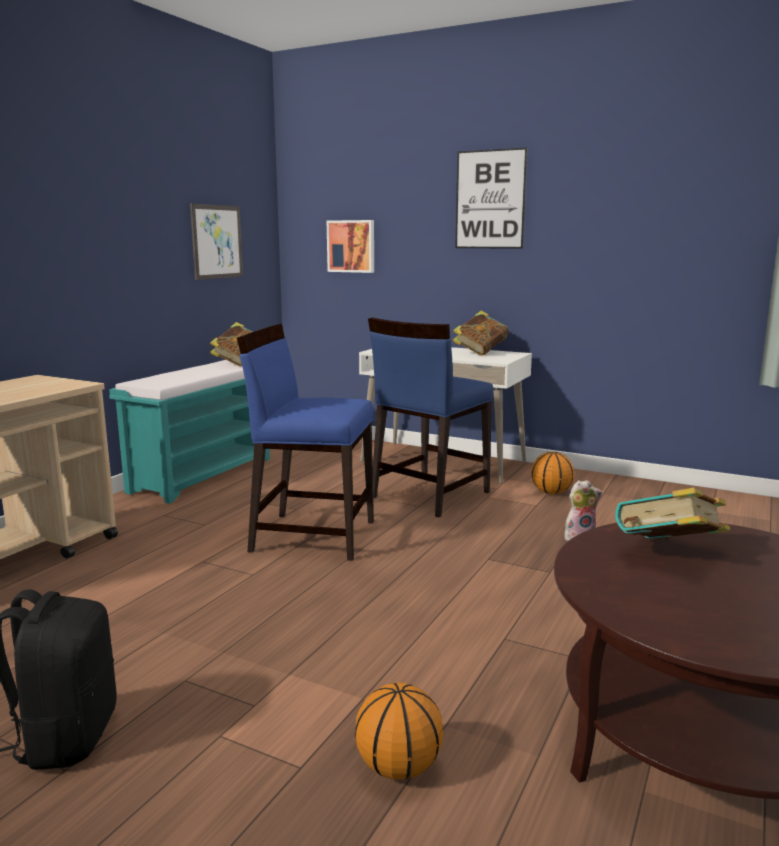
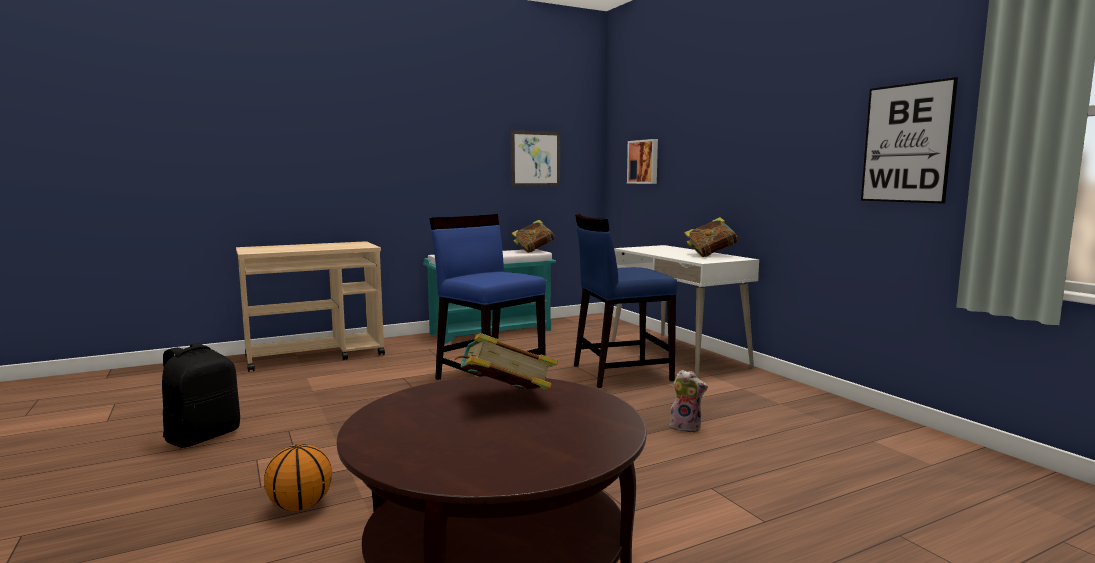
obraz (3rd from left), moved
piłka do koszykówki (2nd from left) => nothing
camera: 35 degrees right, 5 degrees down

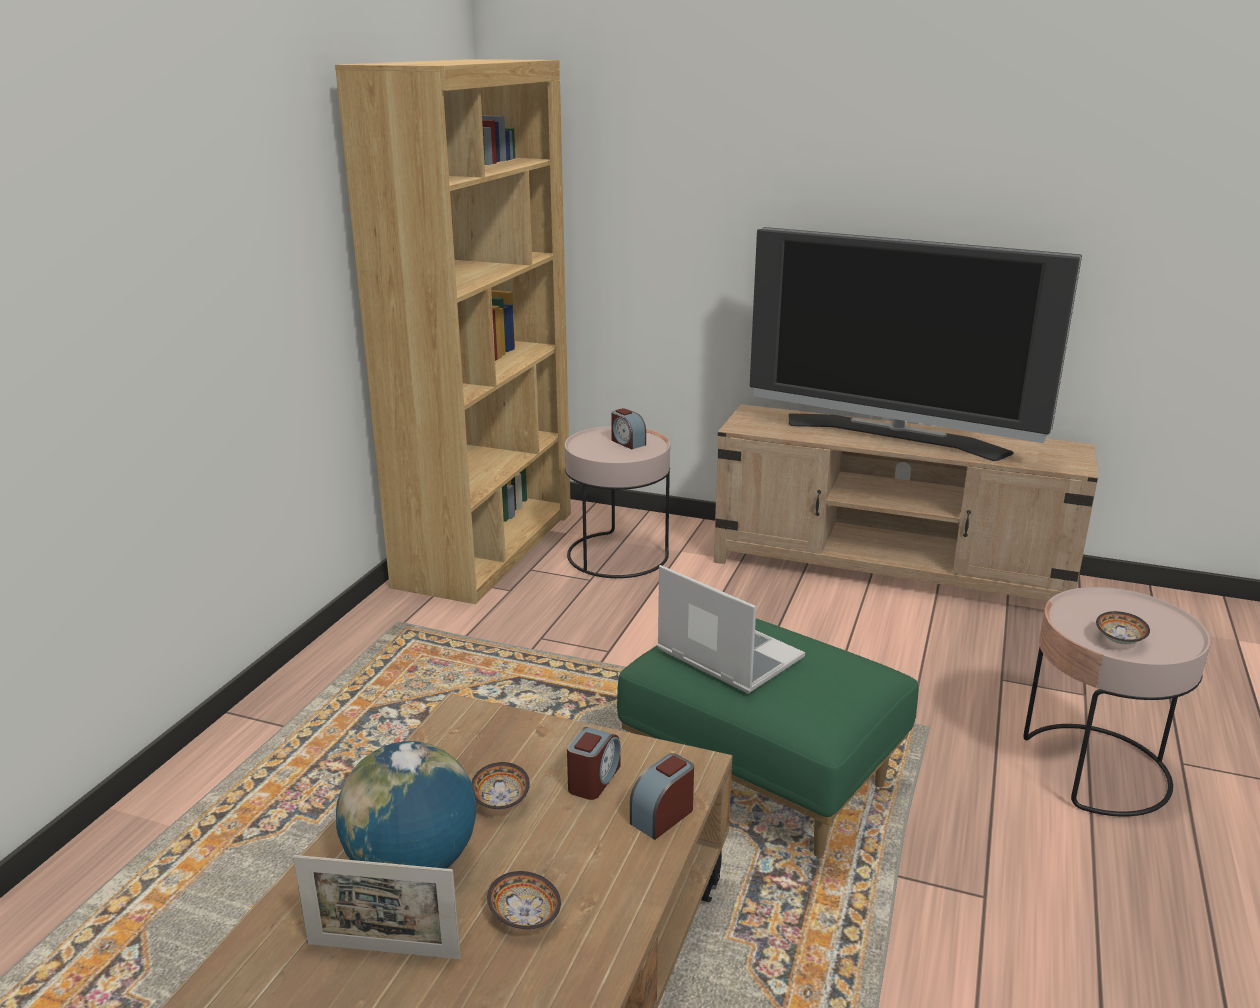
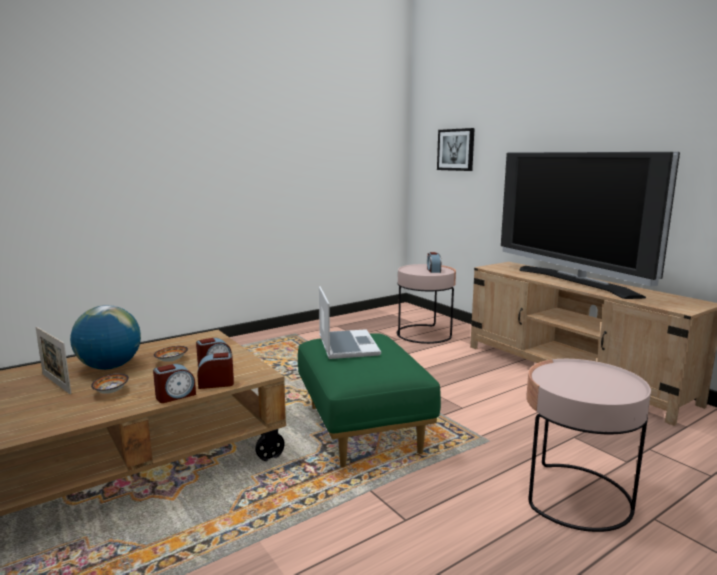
nothing => budzik (1st from left)
nothing => obraz
regał/brązowy => nothing
miska (3rd from left) => nothing
camera: 35 degrees right, 10 degrees down

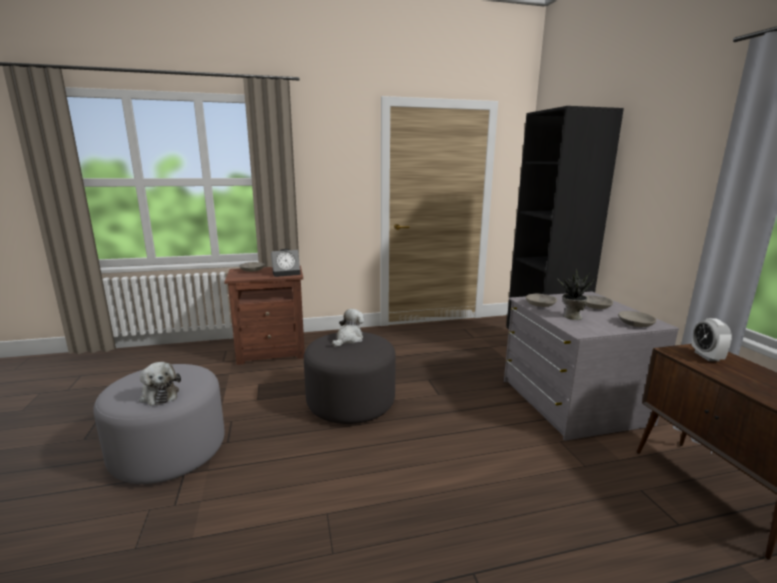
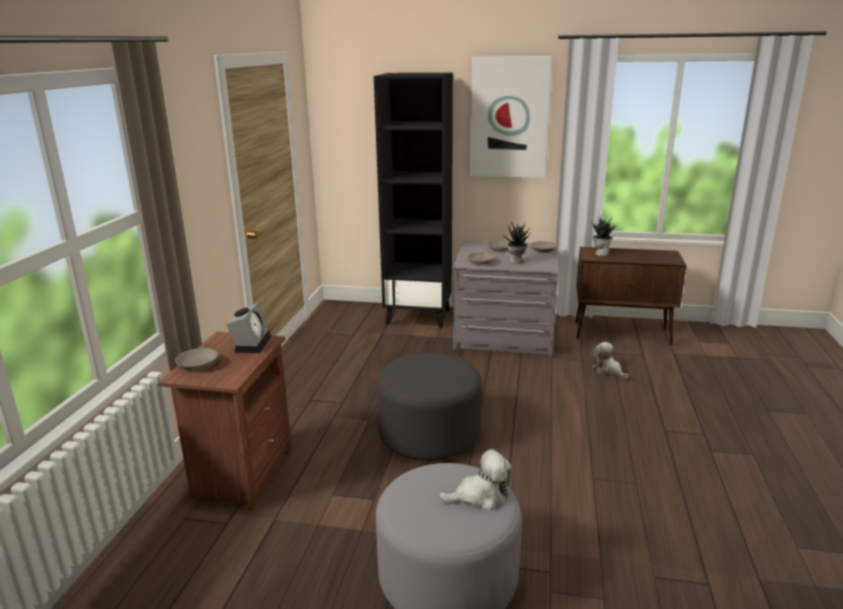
nothing => obraz
budzik (2nd from left) => roślina doniczkowa (2nd from left)
pluszak (2nd from left), moved
camera: 65 degrees left, 5 degrees up

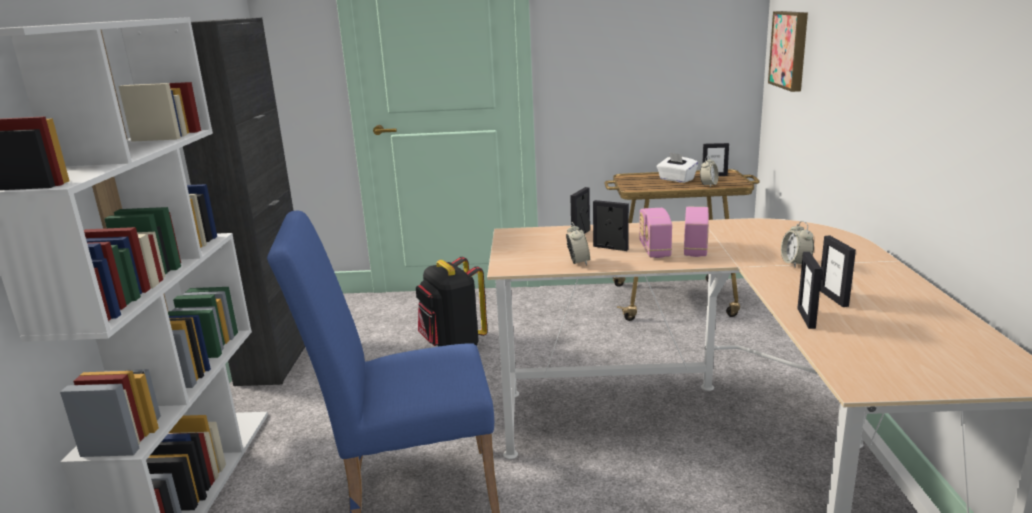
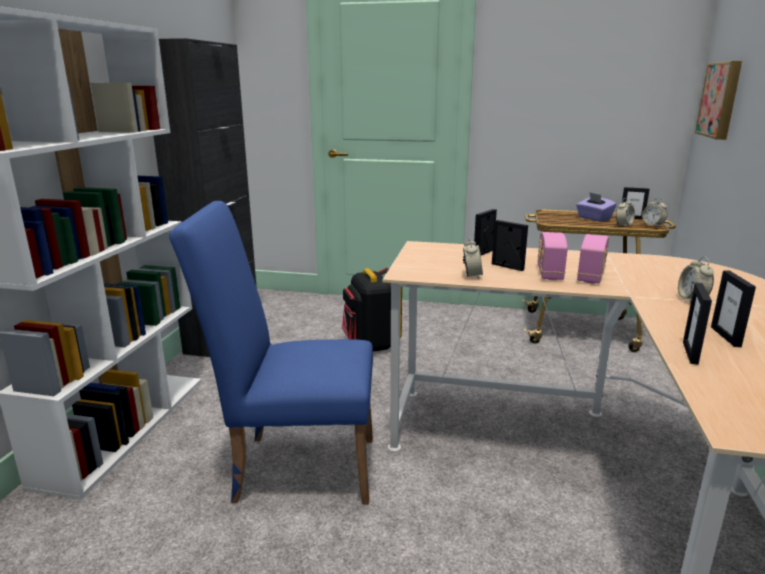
pudełko chusteczek/biały => pudełko chusteczek/fioletowy
nothing => budzik (3rd from left)
camera: 10 degrees right, 0 degrees up

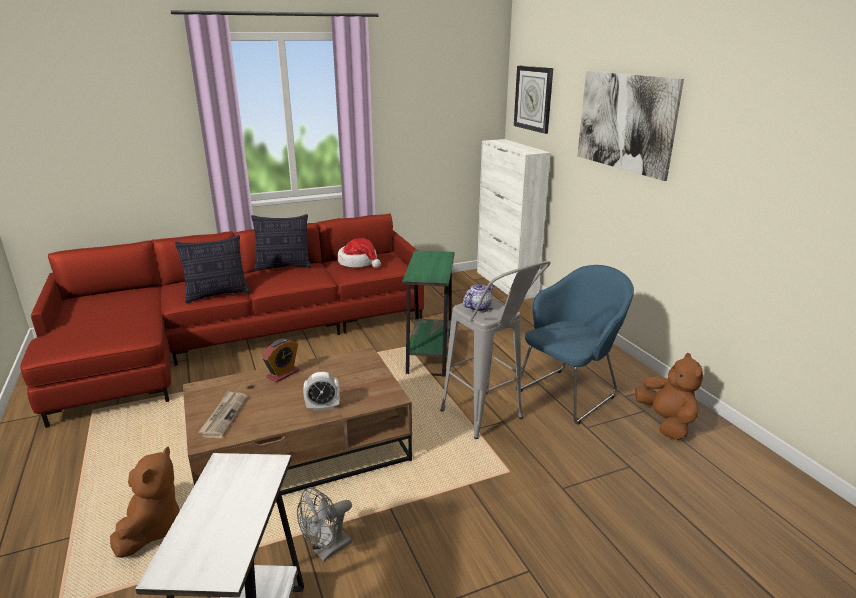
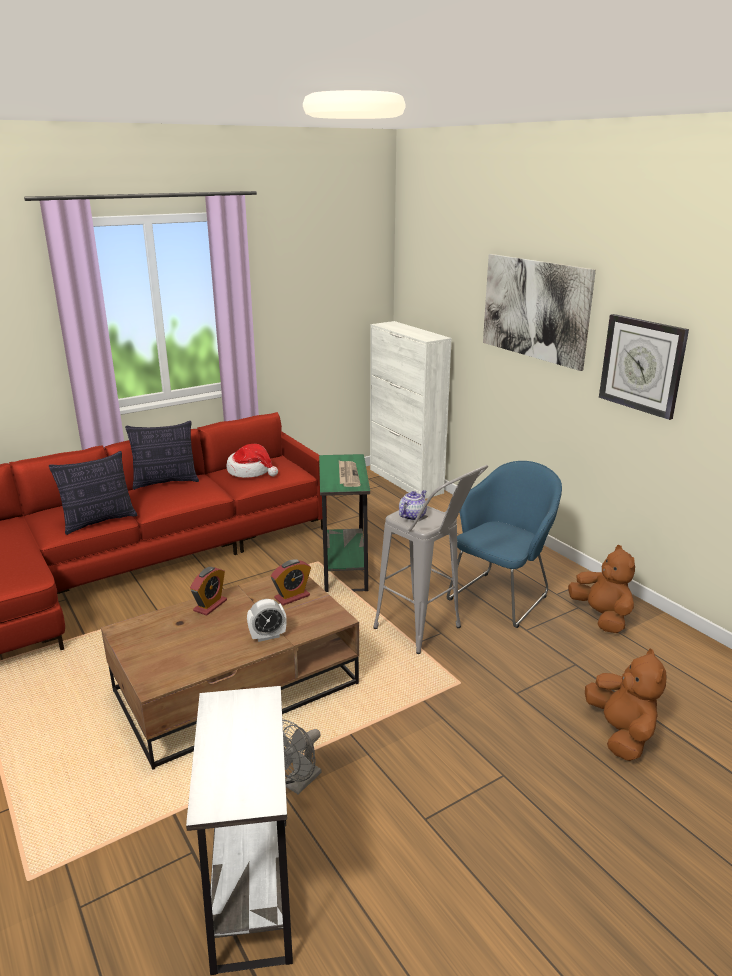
nothing => budzik (3rd from left)
gazeta, moved
pluszak/brązowy (1st from left in the first image) => pluszak/brązowy (2nd from left), moved
zegar ścienny, moved
camera: 10 degrees left, 0 degrees up

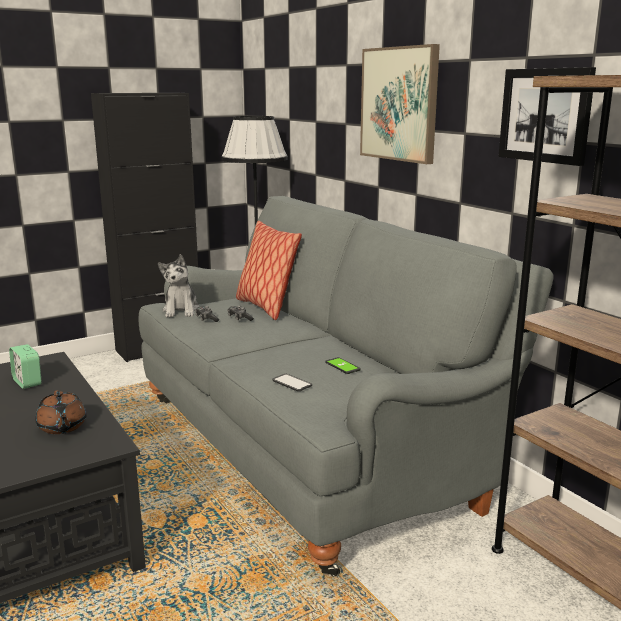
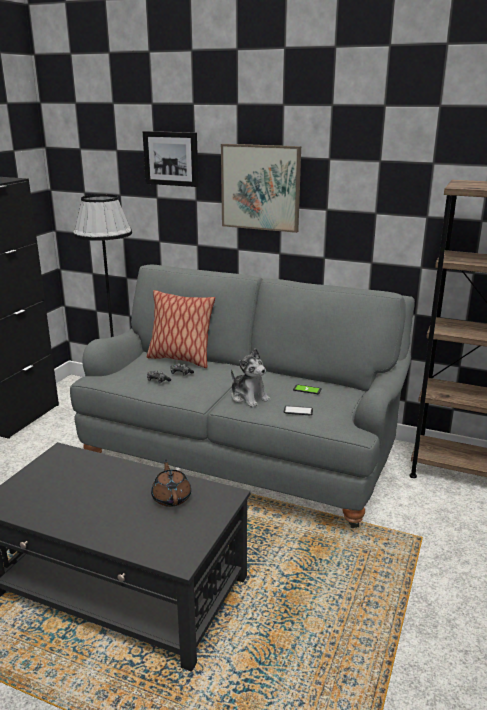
obraz (2nd from left in the first image) => obraz (1st from left), moved
imbryk/brązowy, 135 degrees counterclockwise
pluszak, moved
budzik => nothing
camera: 35 degrees left, 5 degrees up

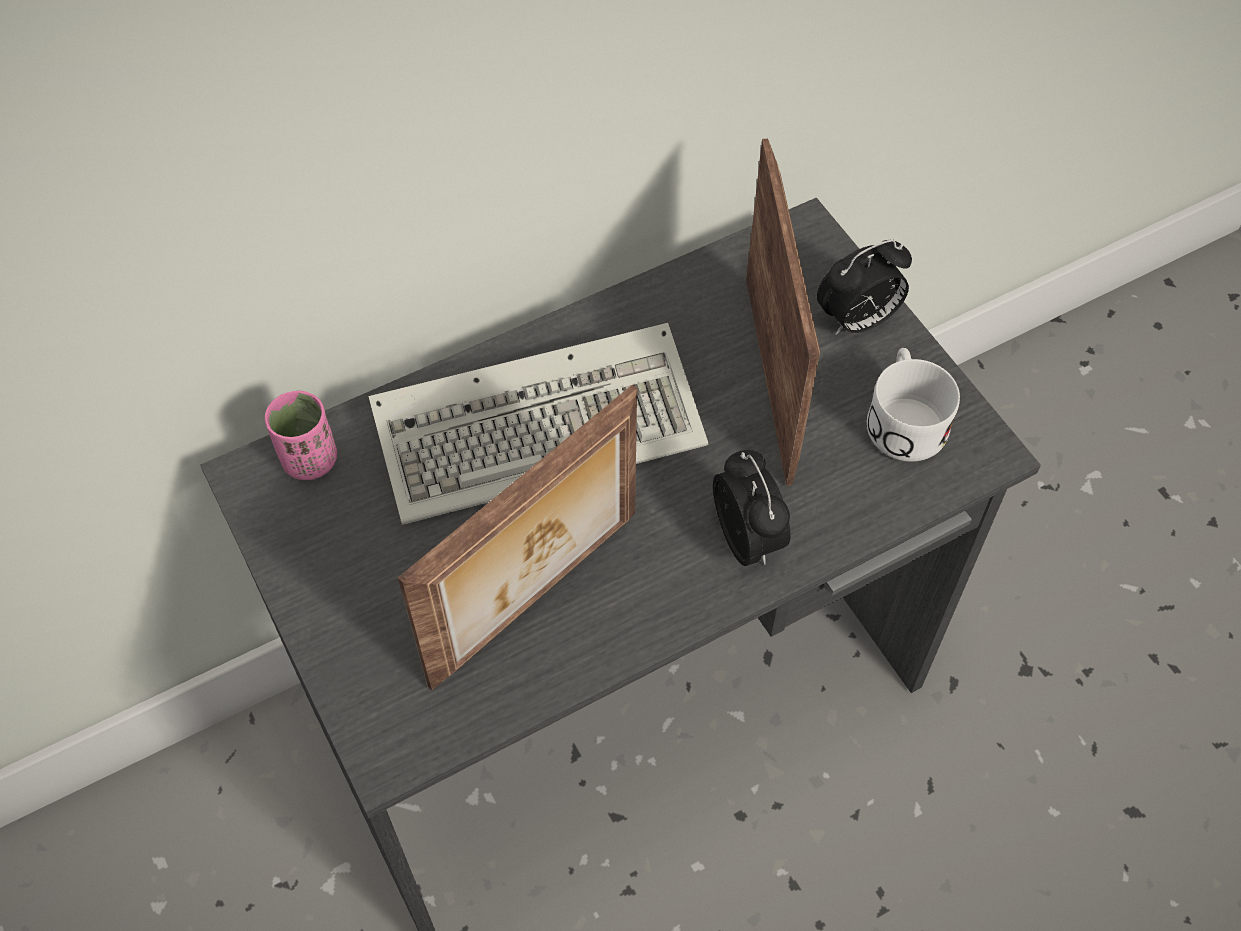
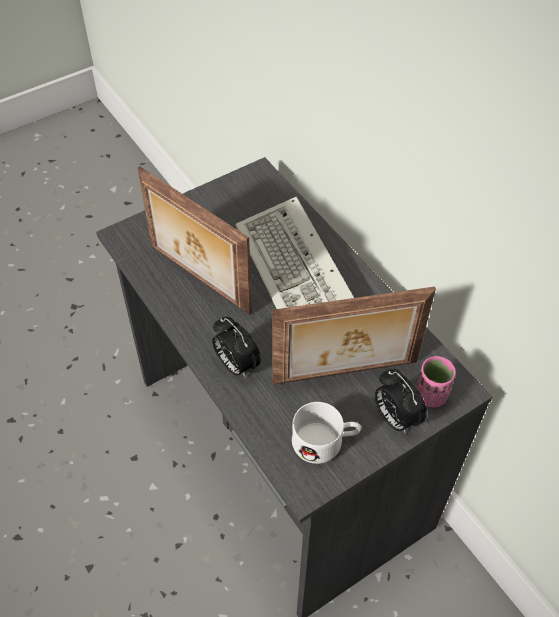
budzik (1st from left), 75 degrees clockwise
filiżanka/różowy, moved
camera: 85 degrees right, 5 degrees down

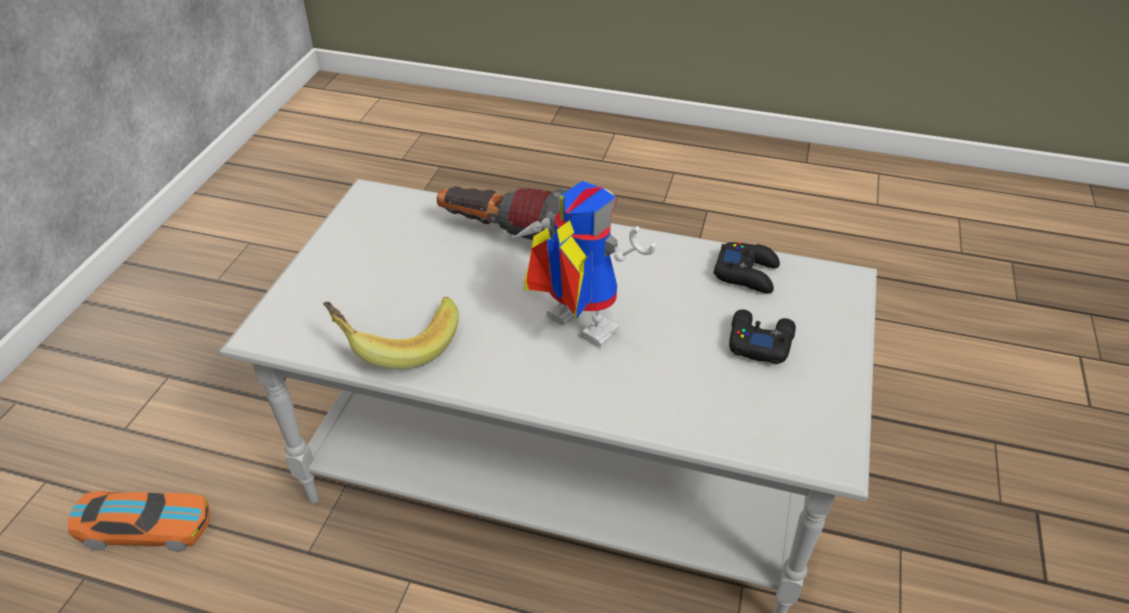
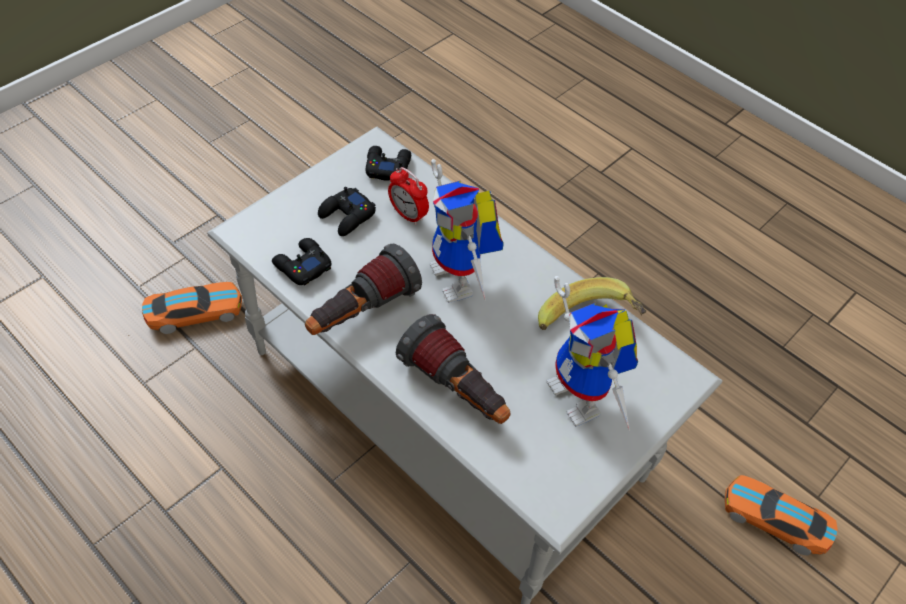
nothing => samochodzik (1st from left)
nothing => latarka (1st from left)
nothing => pad do gier/czarny (3rd from left)
nothing => budzik
nothing => robot zabawkowy (2nd from left)
camera: 155 degrees left, 10 degrees up

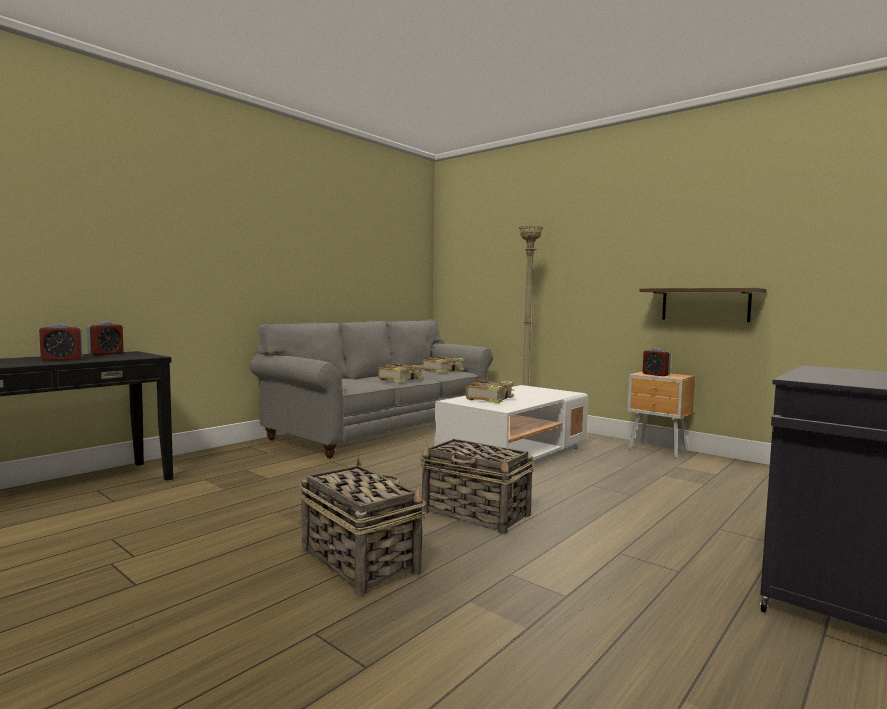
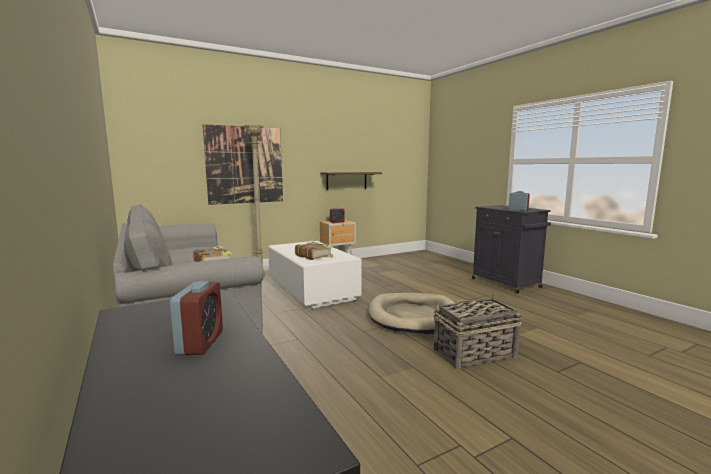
nothing => obraz
koszyk (2nd from left) => legowisko/beżowy
budzik (2nd from left in the first image) => budzik (3rd from left), moved
książka (2nd from left) => nothing
camera: 70 degrees left, 5 degrees up

